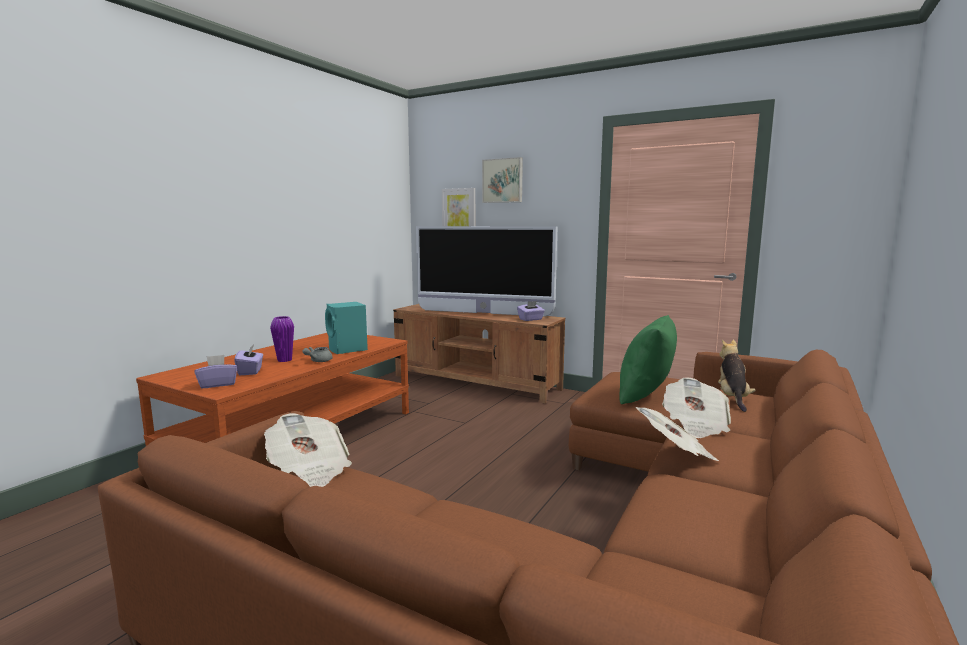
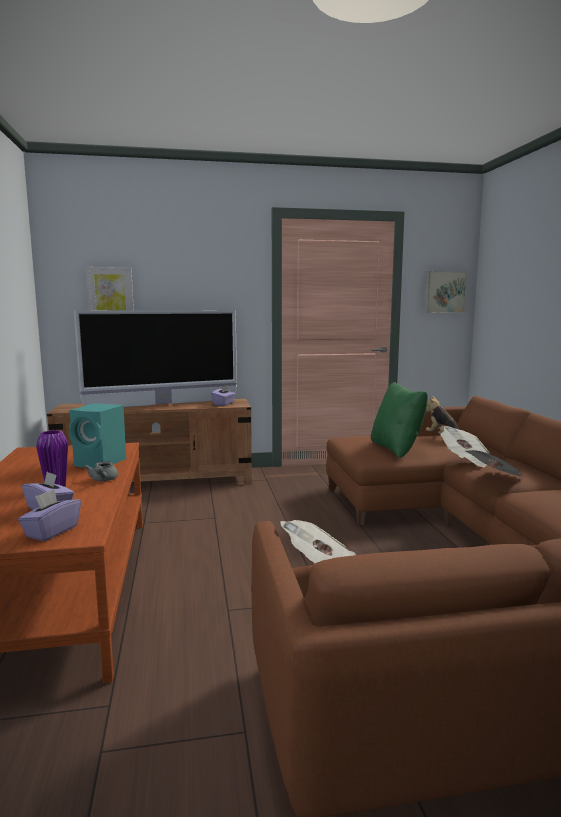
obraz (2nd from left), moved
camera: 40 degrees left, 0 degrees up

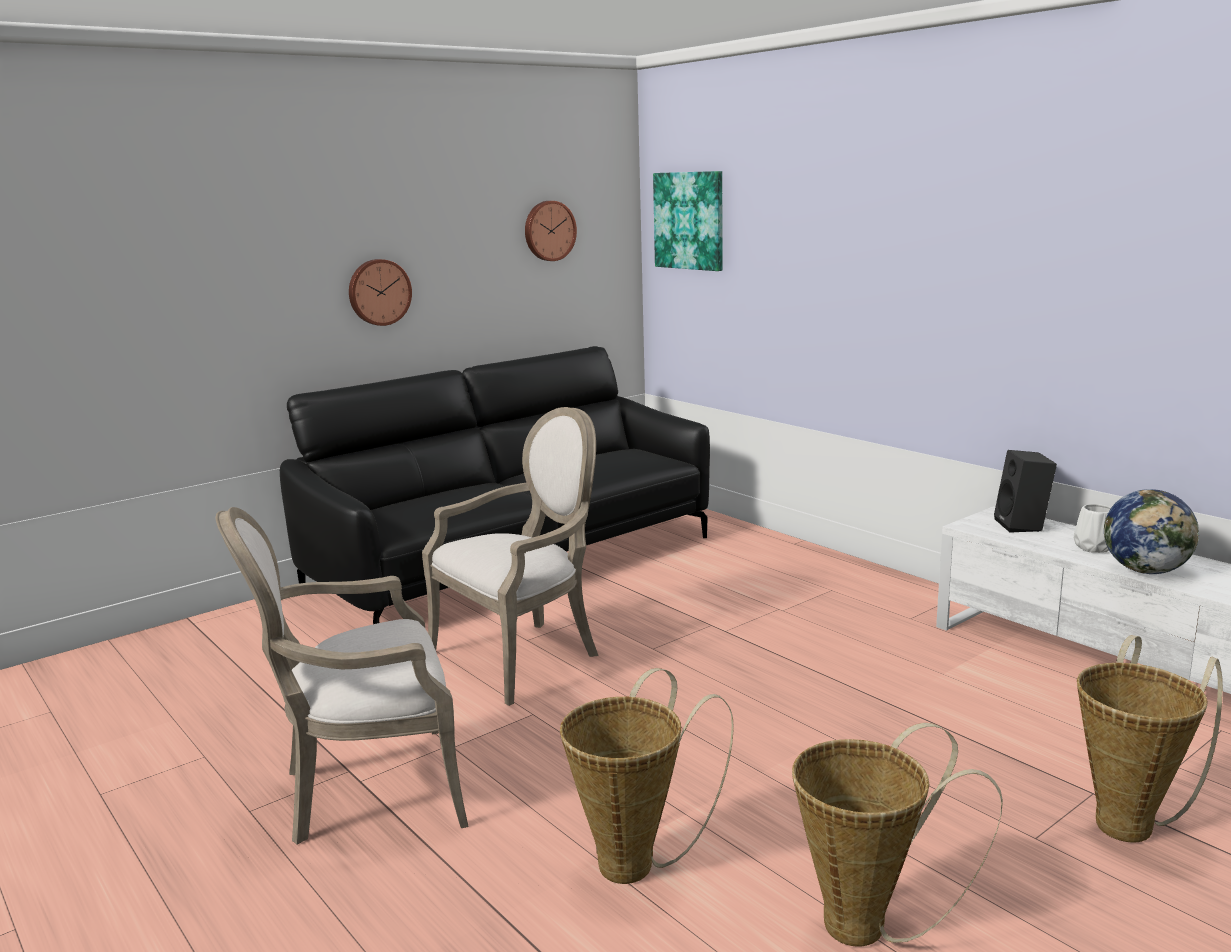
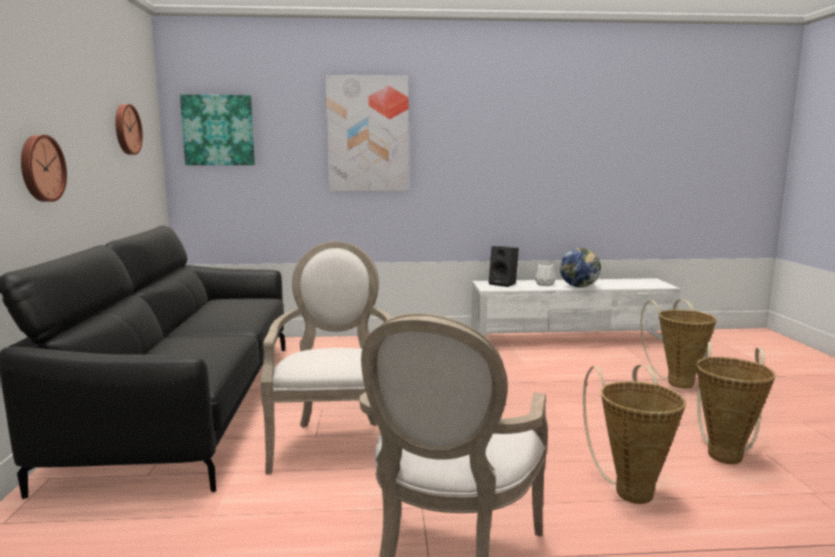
nothing => obraz (2nd from left)
camera: 55 degrees left, 5 degrees down

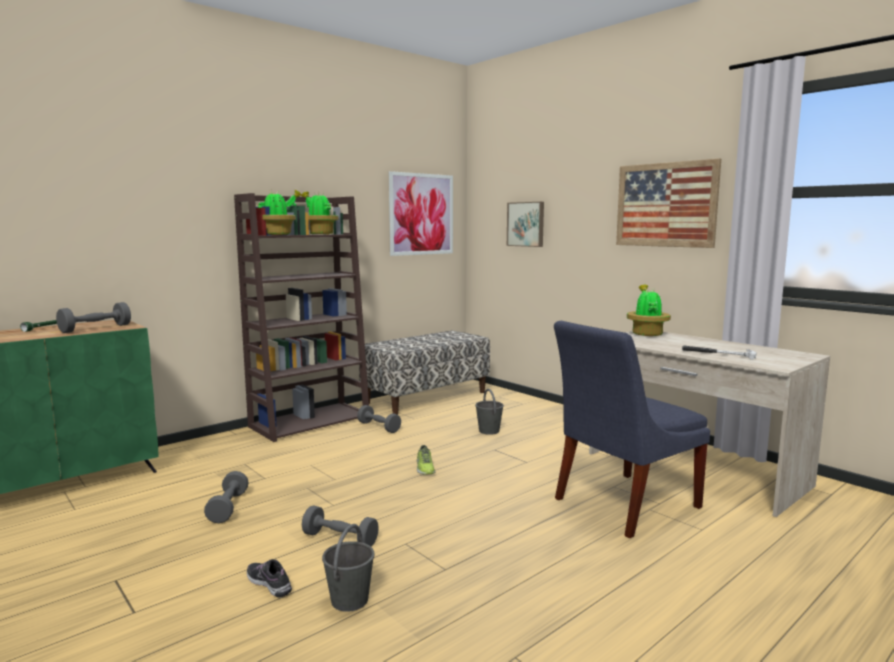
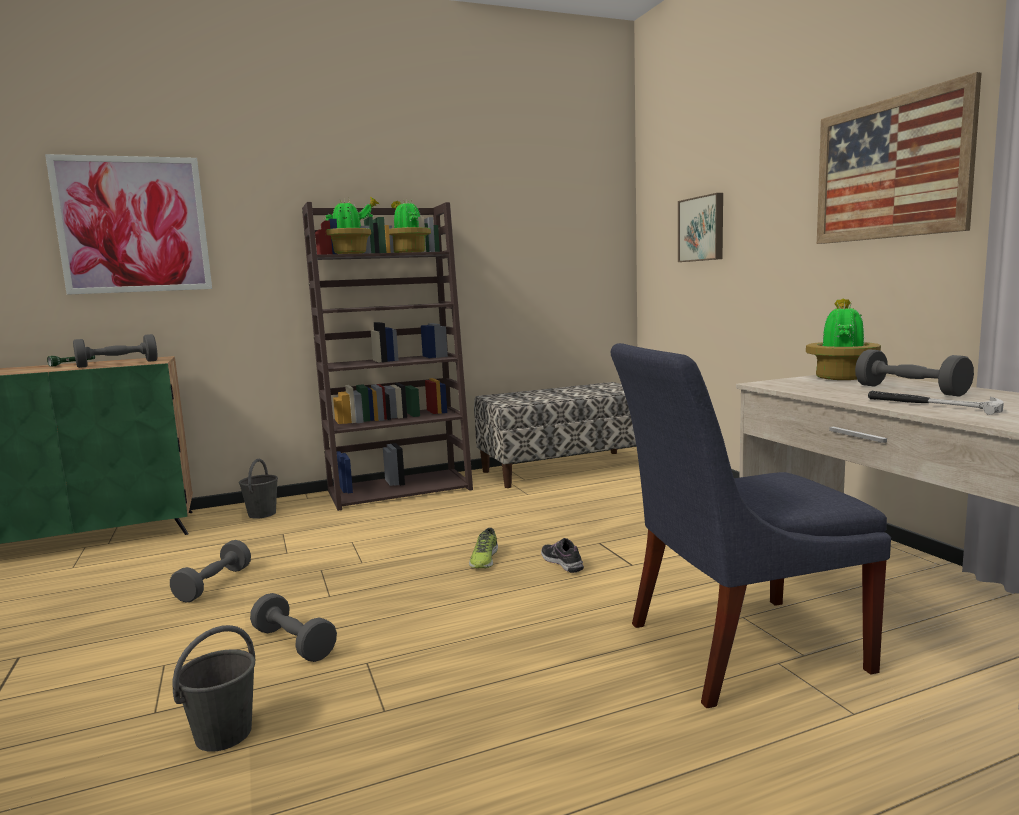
obraz (1st from left), moved
wiadro/szary (2nd from left), moved
but (1st from left in the first image) => but (2nd from left), moved
hantel/szary (4th from left), moved
camera: 20 degrees right, 0 degrees up

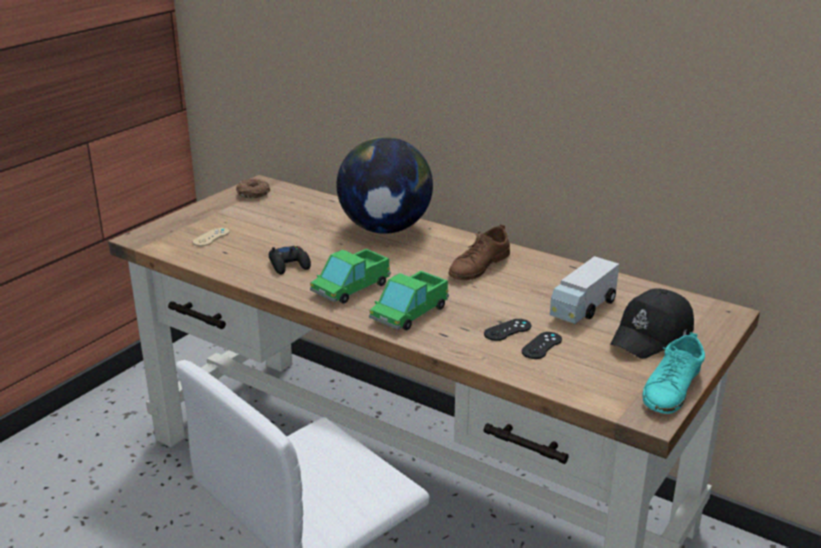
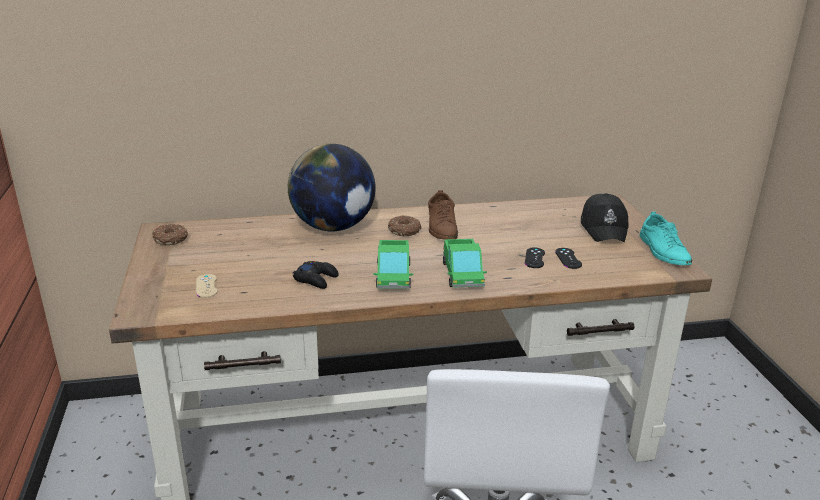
nothing => donut (2nd from left)
ciężarówka zabawkowa (3rd from left) => nothing
camera: 45 degrees left, 0 degrees up

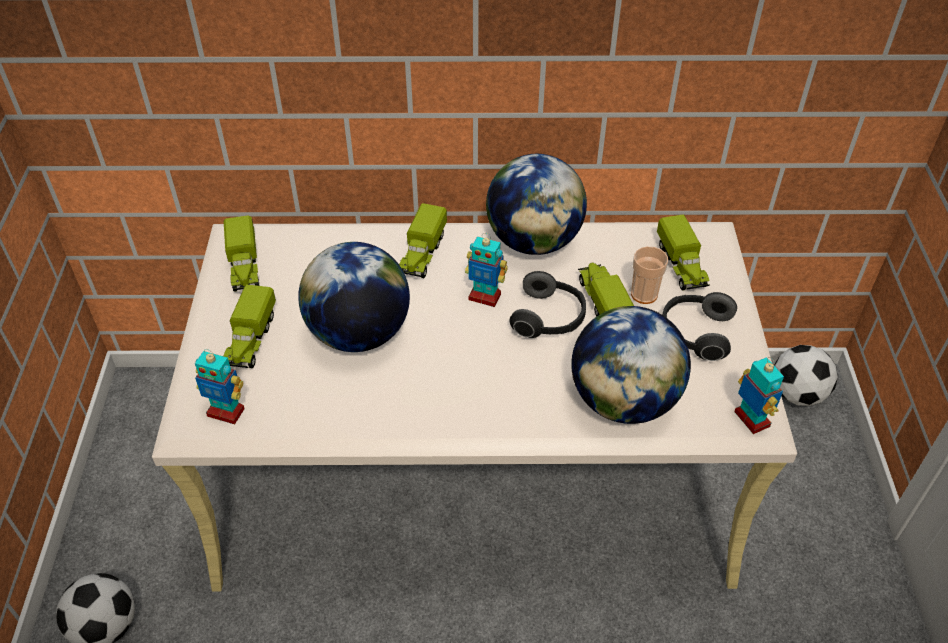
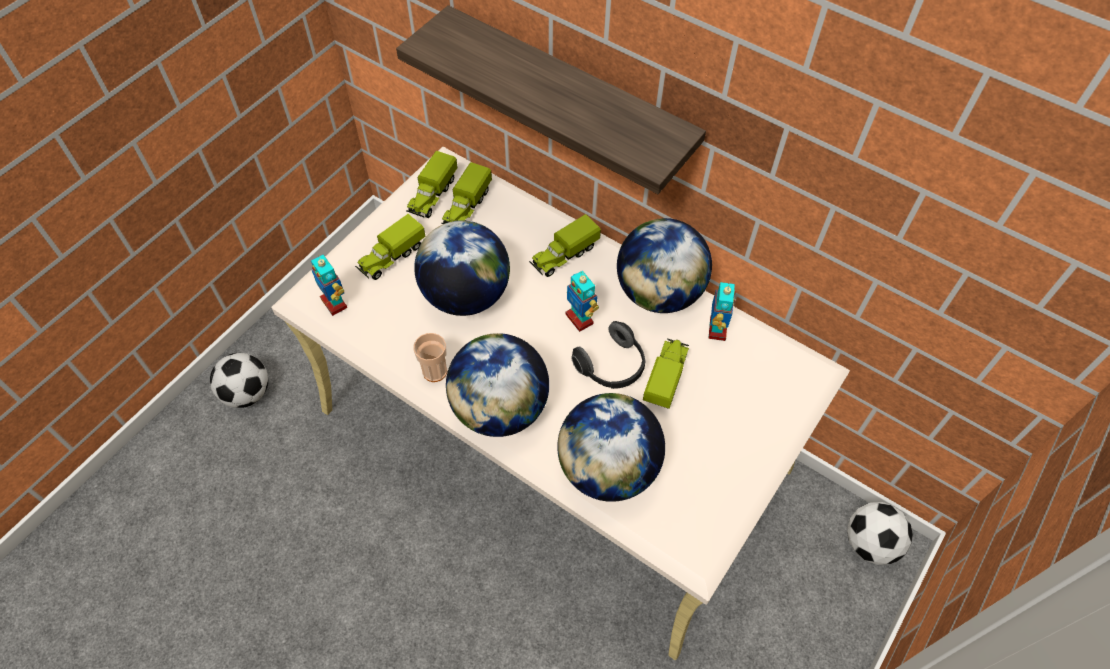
nothing => półka
filiżanka, moved
ciężarówka zabawkowa (5th from left in the first image) => ciężarówka zabawkowa (3rd from left), moved
nothing => globus (2nd from left)
robot zabawkowy (3rd from left), moved
słuchawki (2nd from left) => nothing
camera: 35 degrees right, 10 degrees up

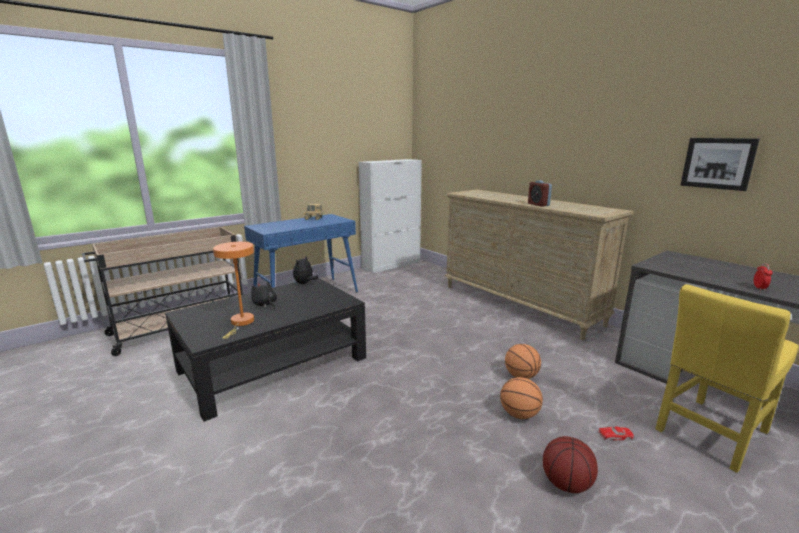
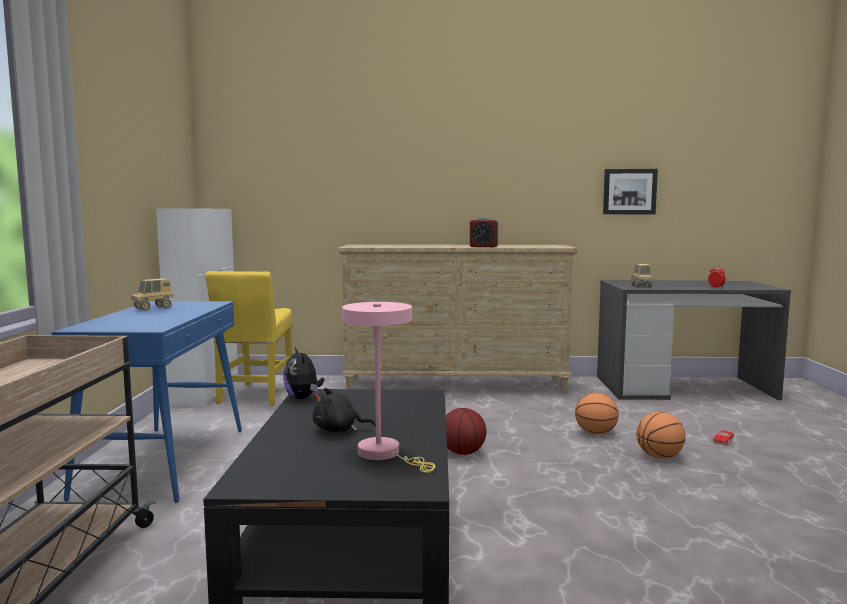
krzesło/żółty, moved
lampa stołowa/pomarańczowy => lampa stołowa/różowy
piłka do koszykówki (3rd from left in the first image) => piłka do koszykówki (1st from left), moved
nothing => ciężarówka zabawkowa (2nd from left)
camera: 50 degrees left, 10 degrees down

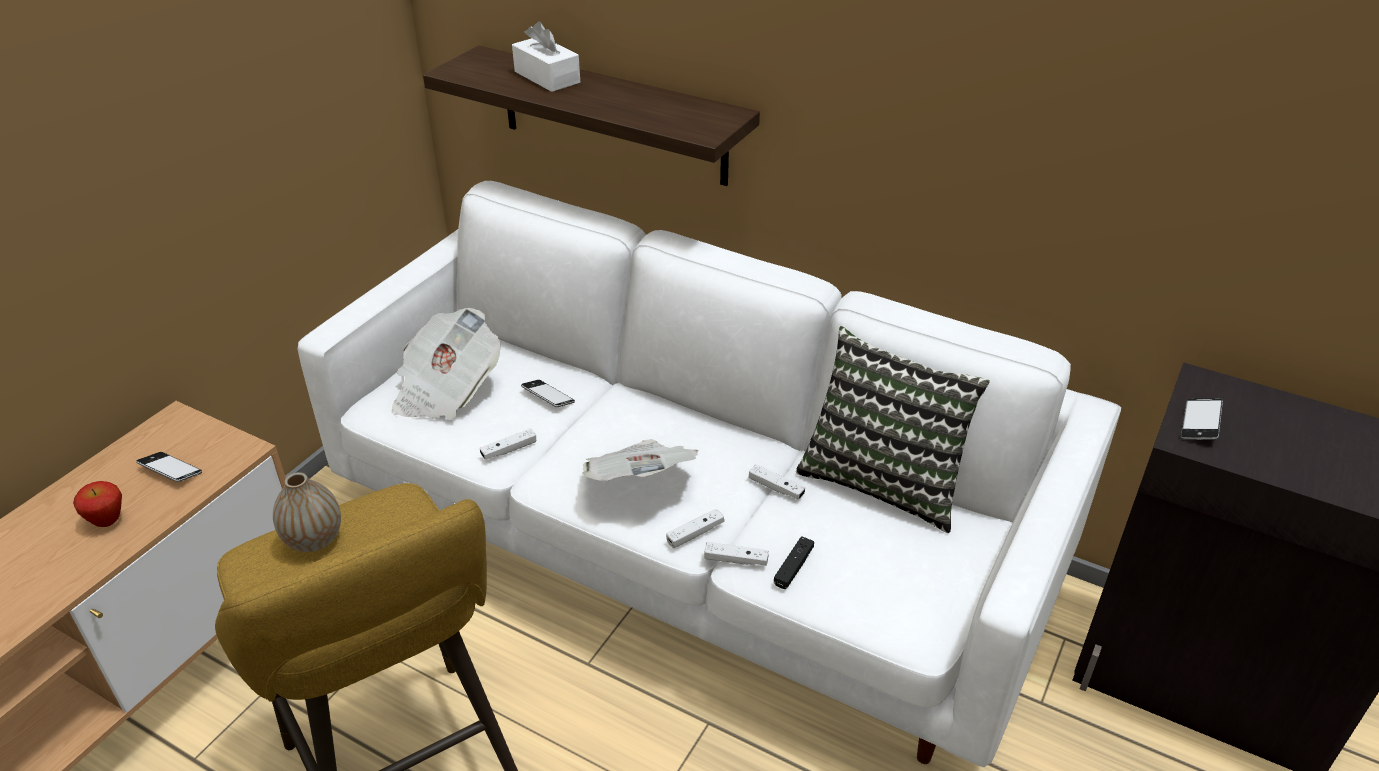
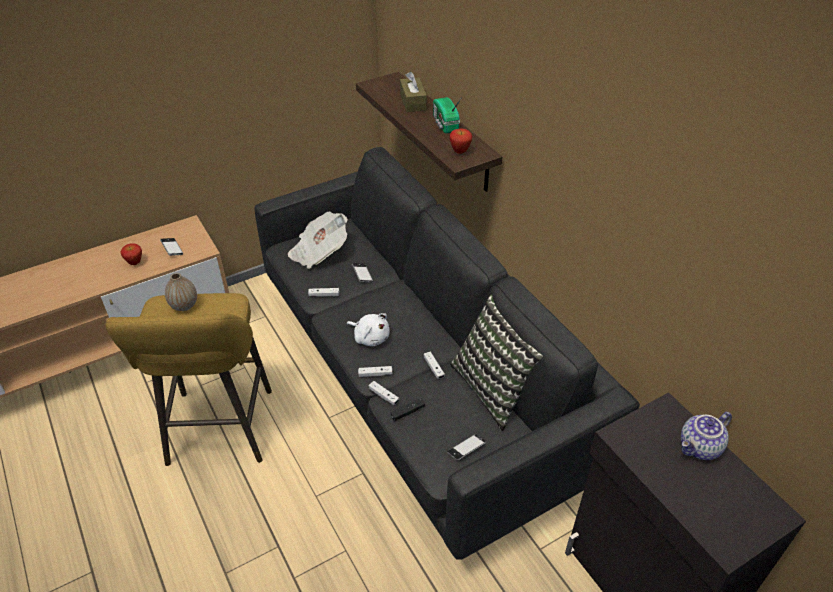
kanapa/biały => kanapa/czarny
gazeta (2nd from left) => pluszak/biały
pudełko chusteczek/biały => pudełko chusteczek/brązowy
nothing => radio
telefon (3rd from left), moved
nothing => jabłko (2nd from left)
nothing => imbryk
camera: 30 degrees right, 5 degrees up

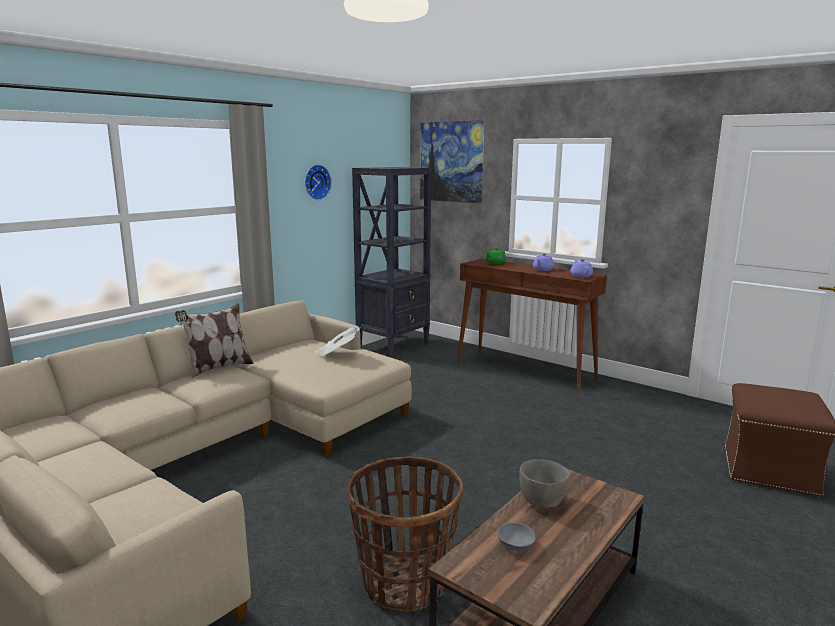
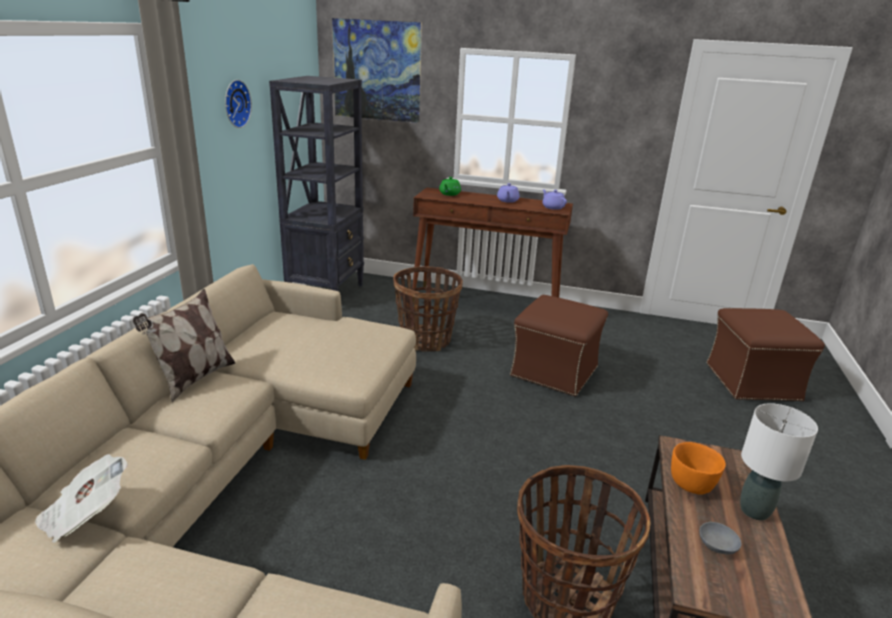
gazeta, moved
nothing => koszyk (1st from left)
nothing => pufa/brązowy (1st from left)
miska/szary (2nd from left) => miska/pomarańczowy
nothing => lampa stołowa/biały
camera: 25 degrees left, 10 degrees up

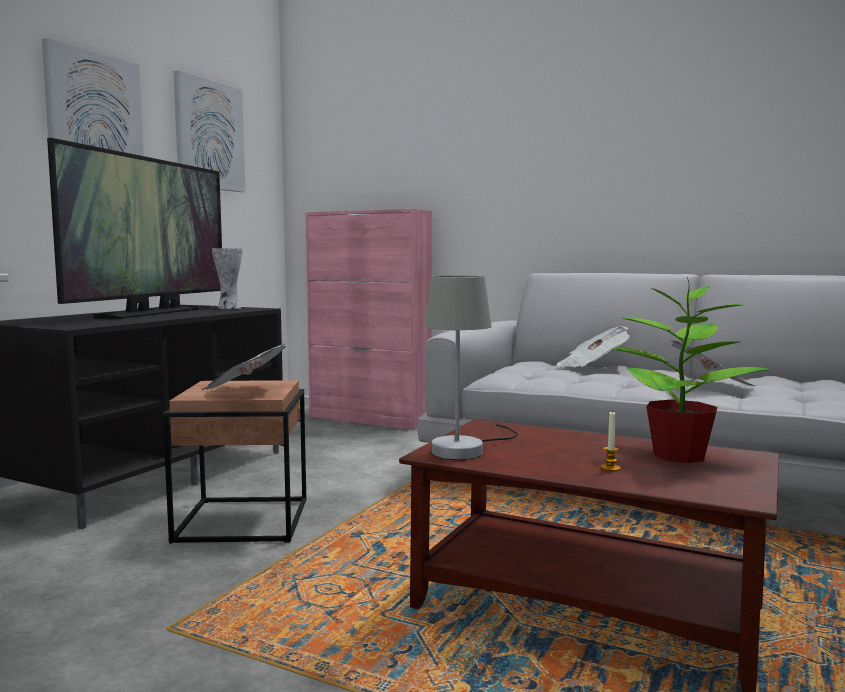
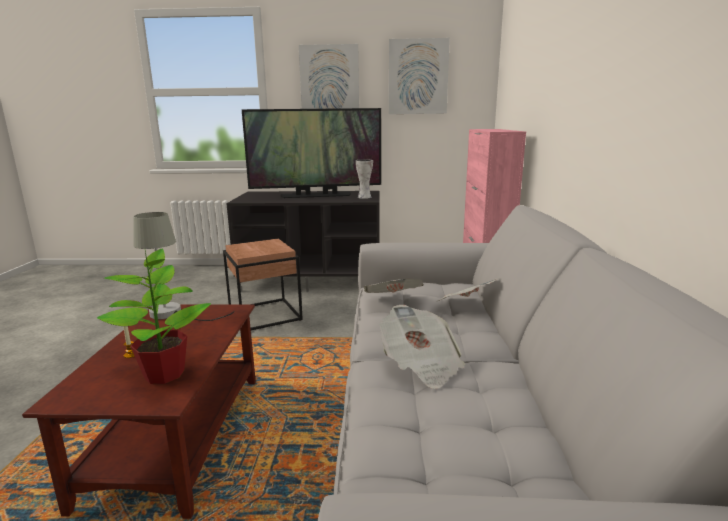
gazeta (1st from left), moved
camera: 65 degrees right, 10 degrees up

